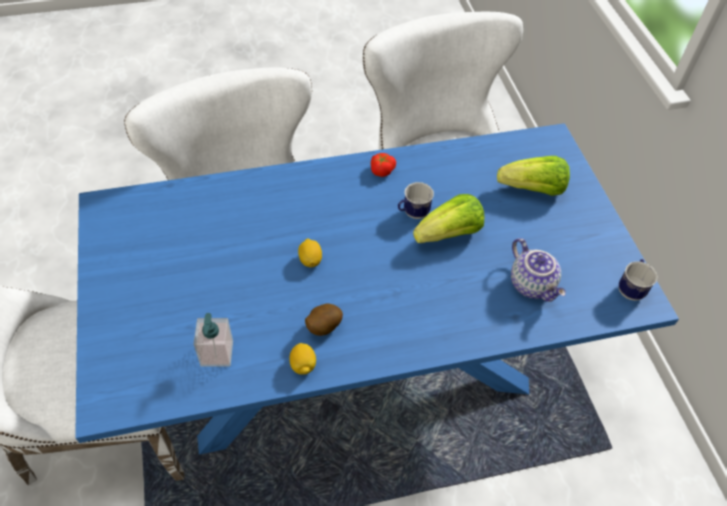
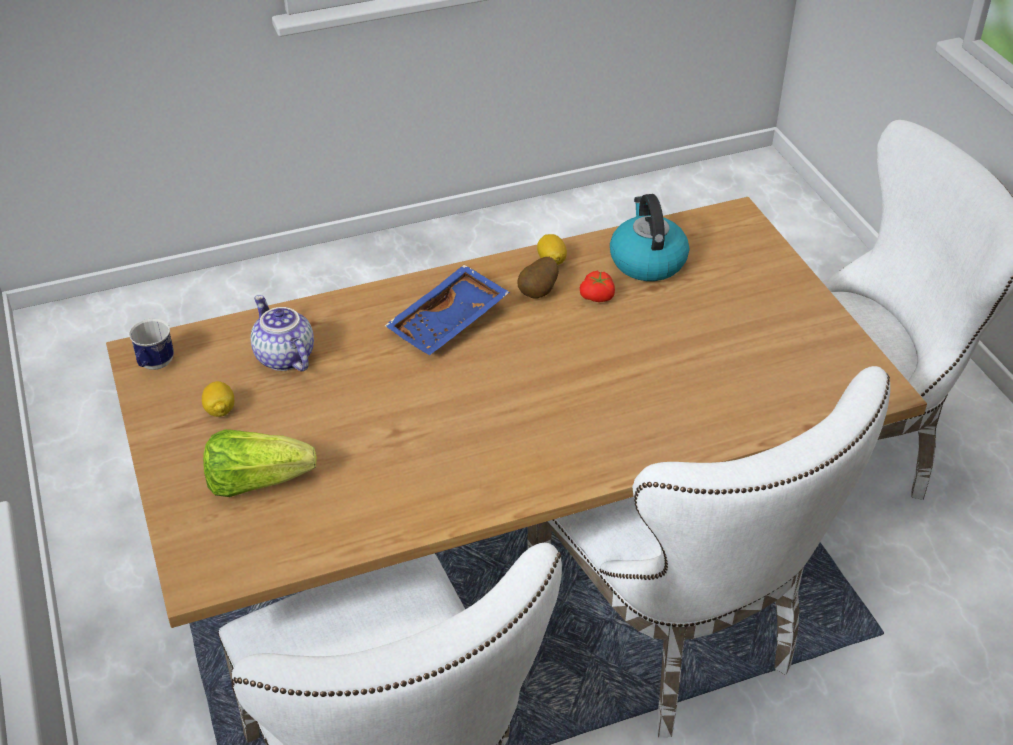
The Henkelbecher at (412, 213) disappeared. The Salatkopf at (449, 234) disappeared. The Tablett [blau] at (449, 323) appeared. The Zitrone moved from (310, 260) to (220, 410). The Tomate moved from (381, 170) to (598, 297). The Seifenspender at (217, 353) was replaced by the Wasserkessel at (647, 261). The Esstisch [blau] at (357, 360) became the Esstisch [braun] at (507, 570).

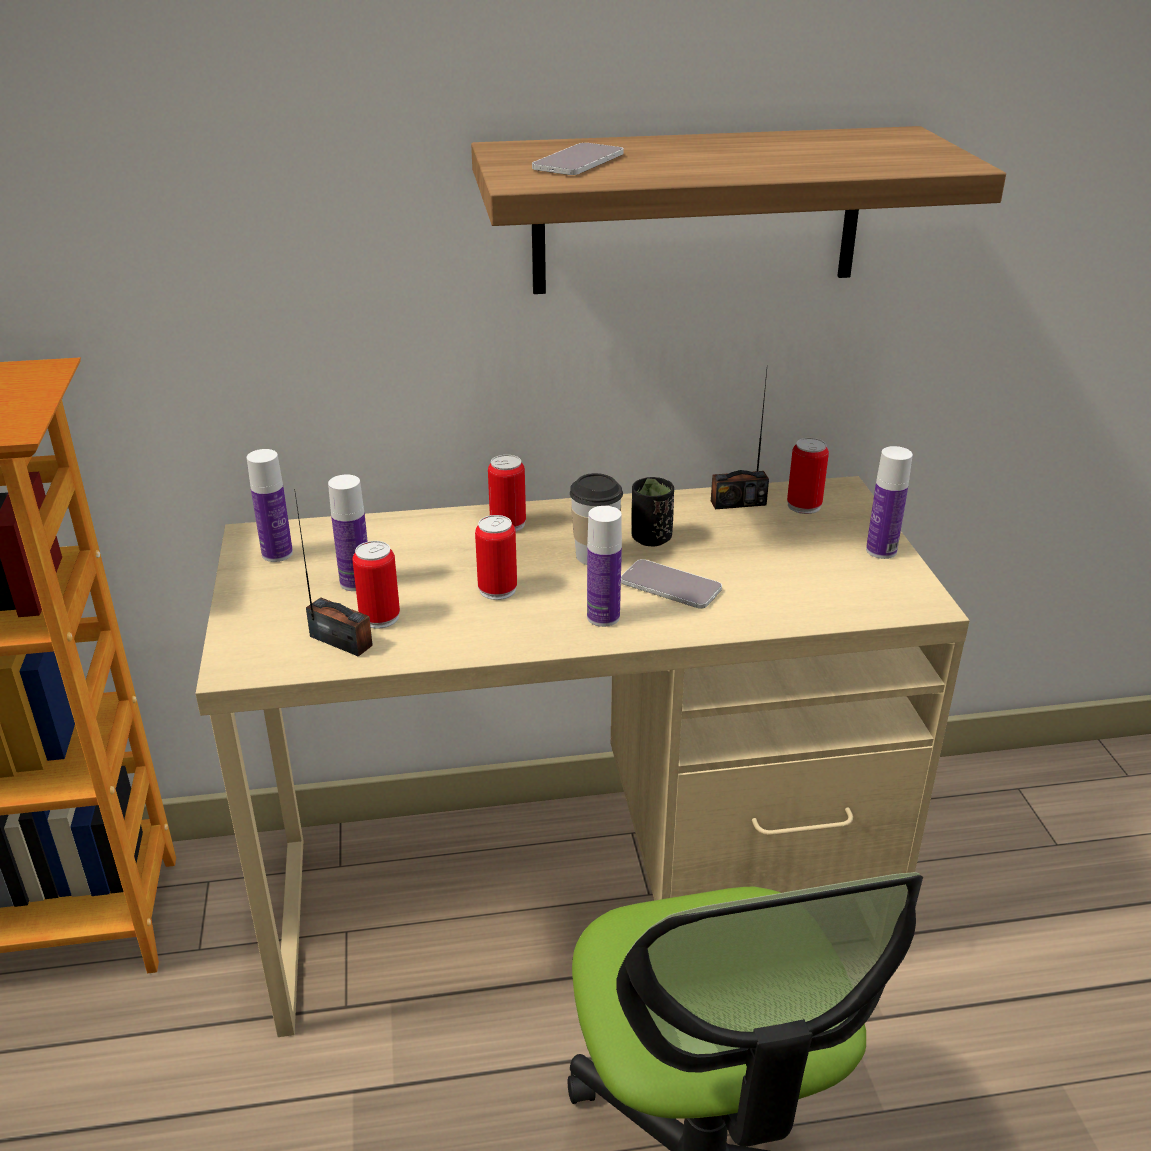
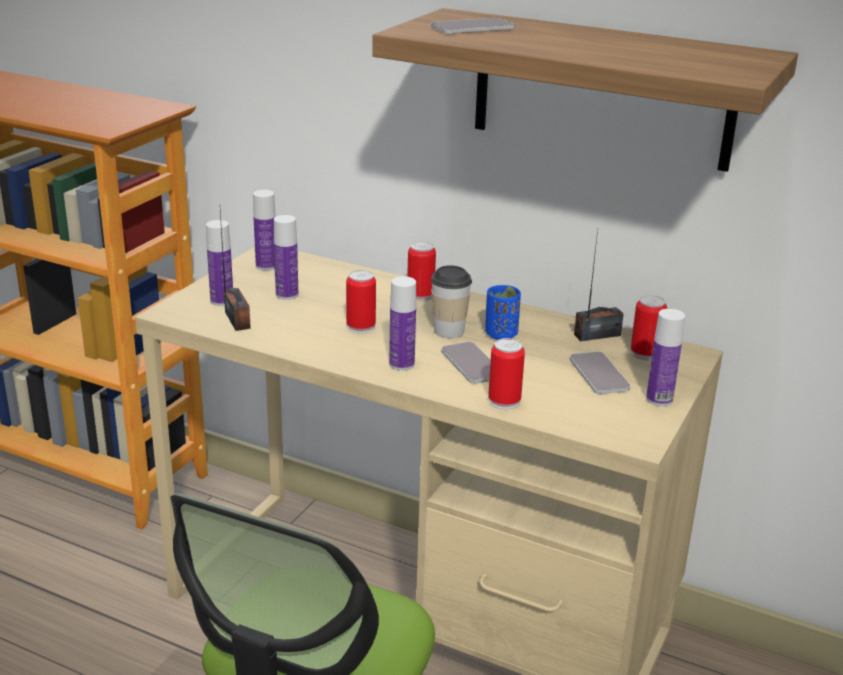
The Flasche at (222, 301) appeared. The Handy at (599, 374) appeared. The Dose moved from (380, 617) to (504, 401). The Tasse [schwarz] at (651, 538) became the Tasse [blau] at (501, 334). The Radio at (738, 502) turned 135 degrees clockwise.

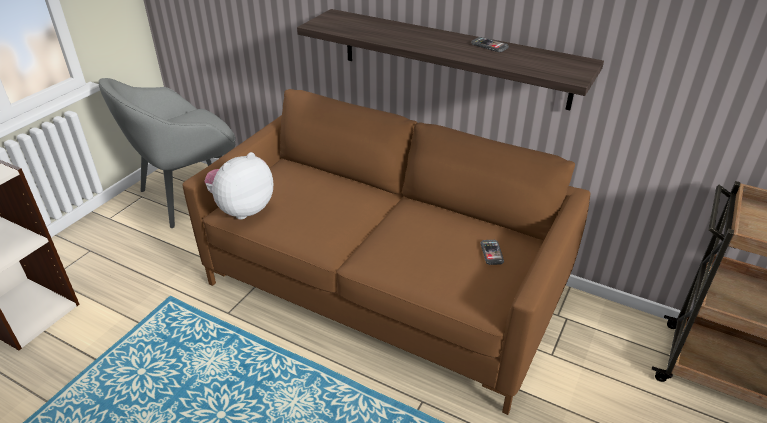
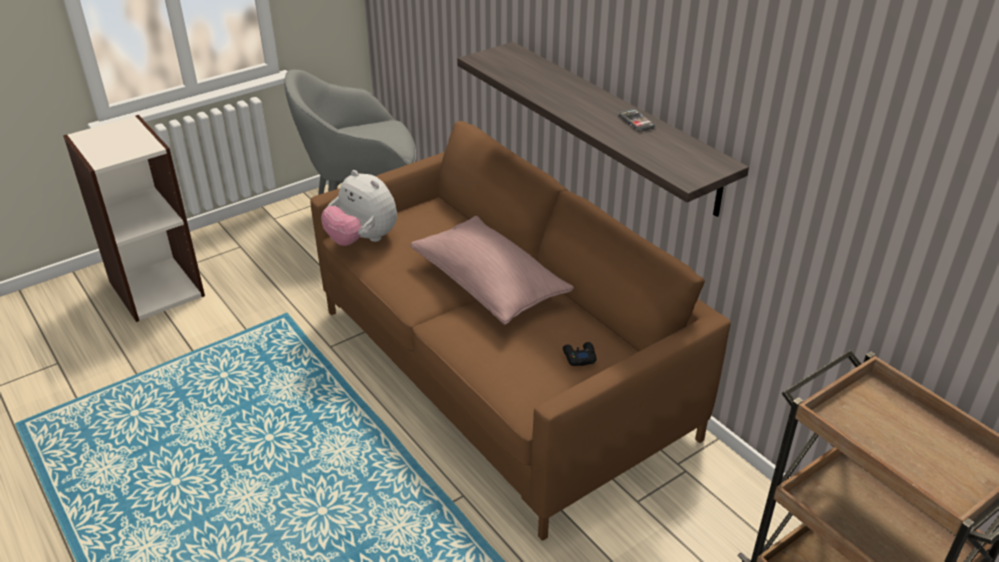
The Kissen [rosa] at (489, 285) appeared. The Handy at (491, 253) was replaced by the Gamepad [schwarz] at (579, 357). The Plüschtier at (242, 209) turned 120 degrees counterclockwise.

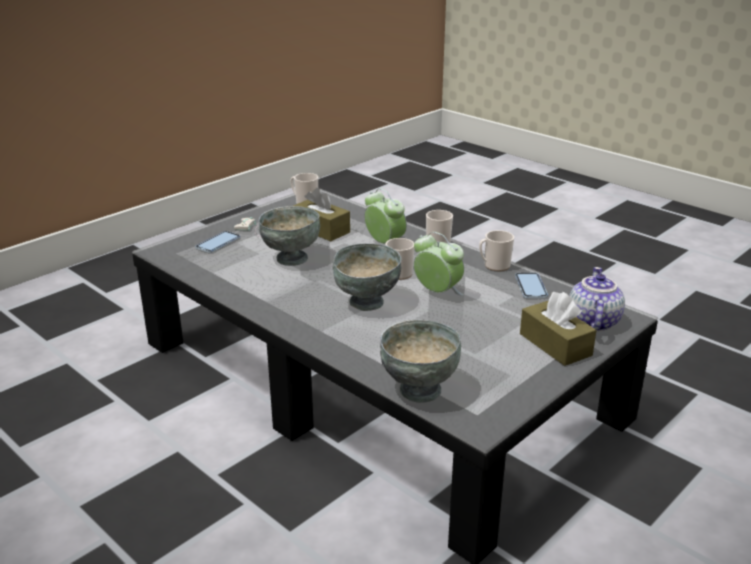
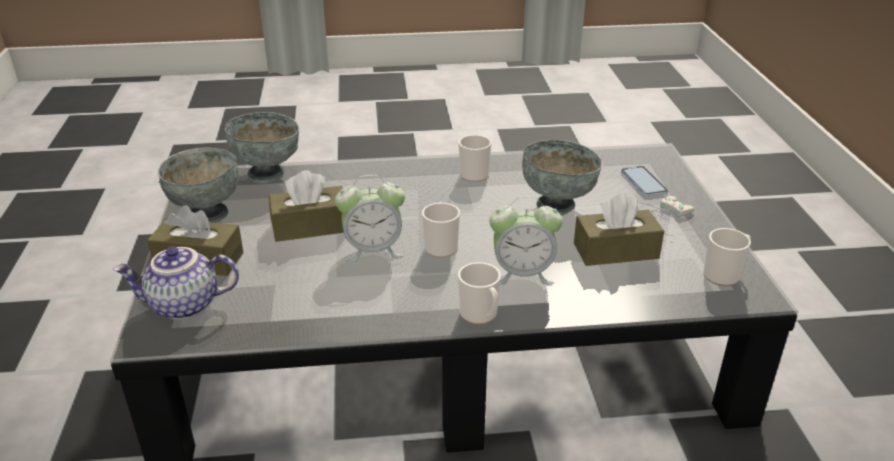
The Handy at (530, 286) disappeared. The Taschentuchbox [braun] at (310, 226) appeared. The Schüssel [grau] moved from (367, 303) to (206, 214). The Henkelbecher moved from (494, 266) to (475, 173). The Teekanne at (591, 321) turned 120 degrees clockwise.

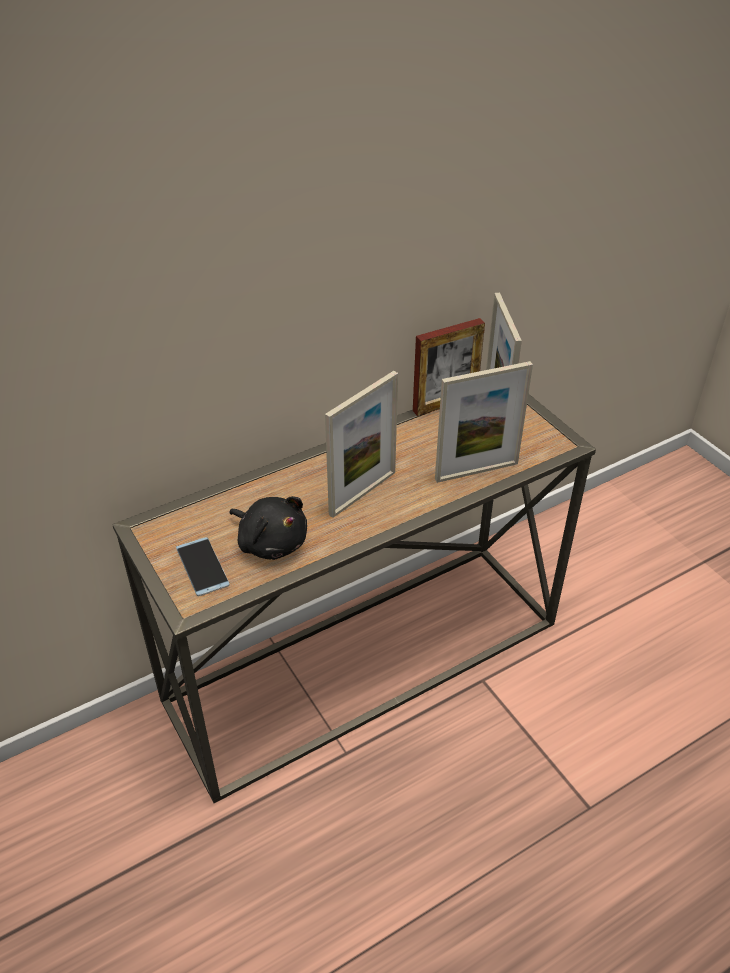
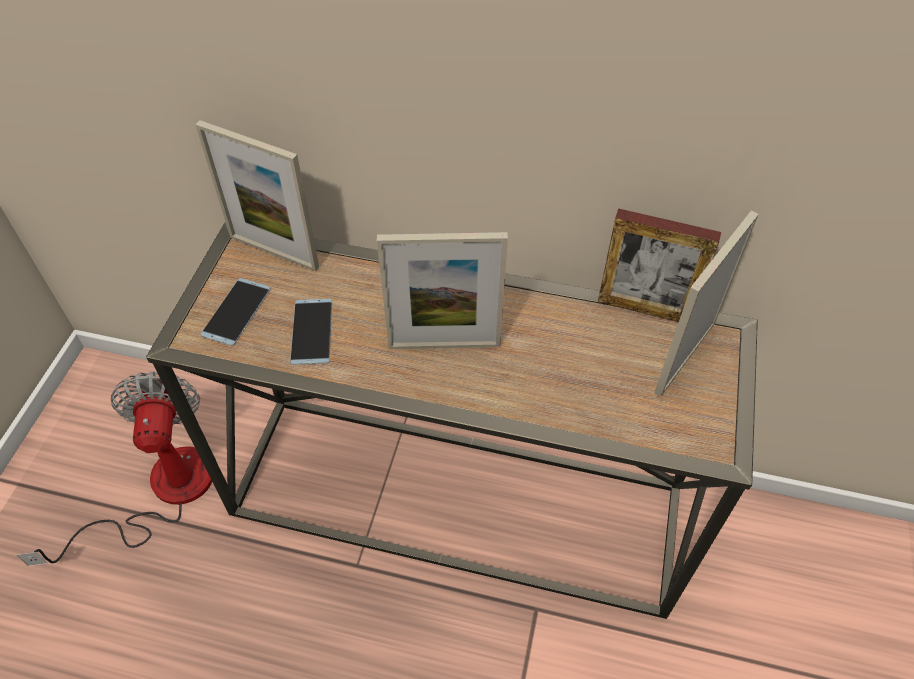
The Ventilator at (162, 492) appeared. The Bilderrahmen moved from (476, 471) to (274, 252). The Plüschtier [schwarz] at (271, 542) was replaced by the Handy at (312, 331).

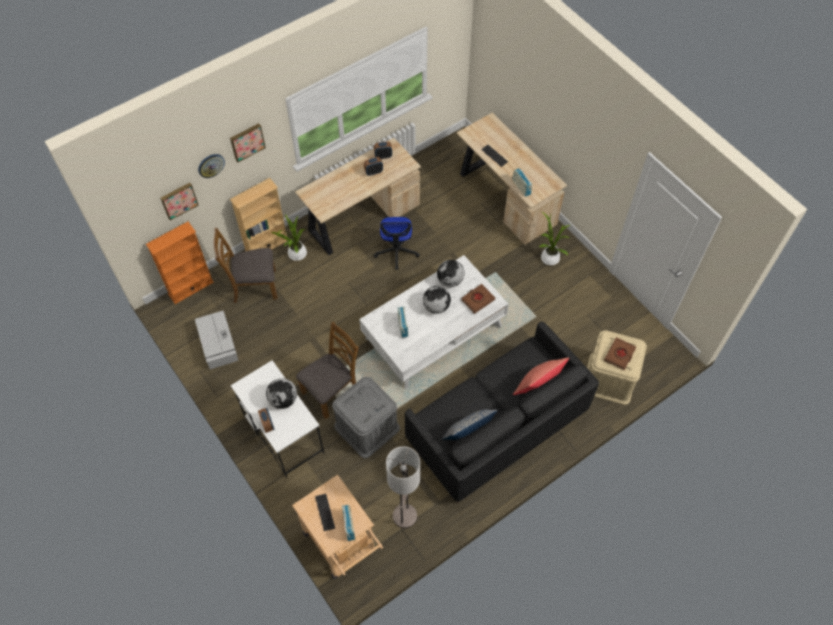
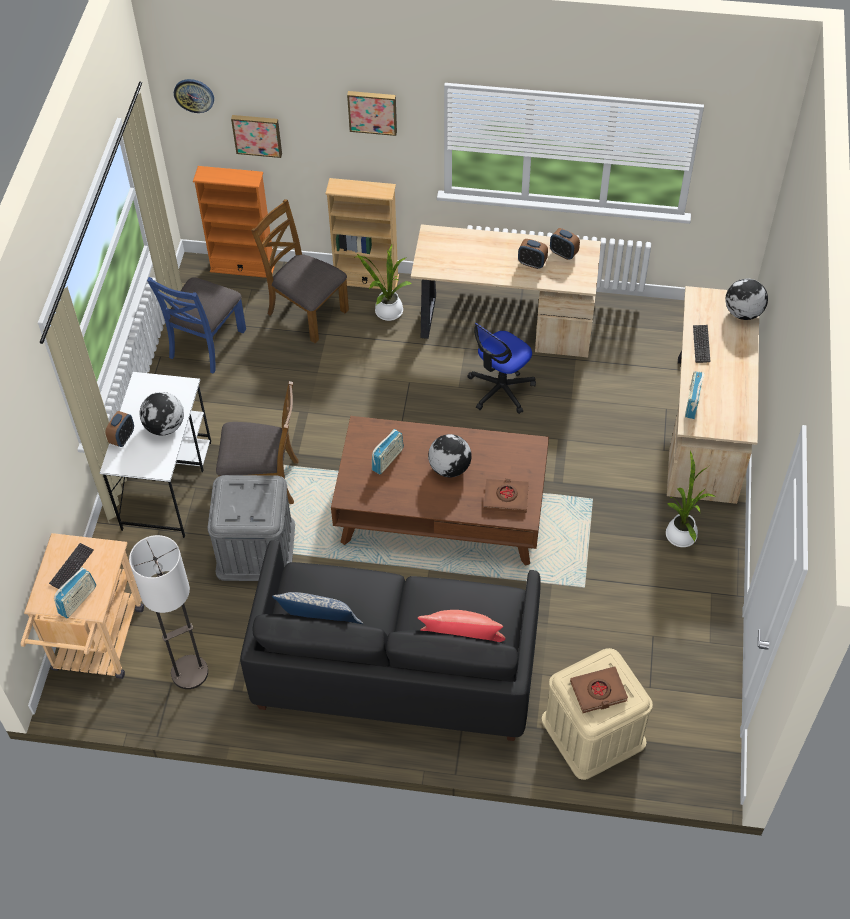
The Wanduhr moved from (211, 165) to (194, 95). The Globus moved from (450, 280) to (742, 312). The Aufbewahrungsbox [grau] at (218, 344) was replaced by the Stuhl [blau] at (206, 343). The Couchtisch [weiß] at (433, 332) became the Couchtisch [braun] at (441, 508).

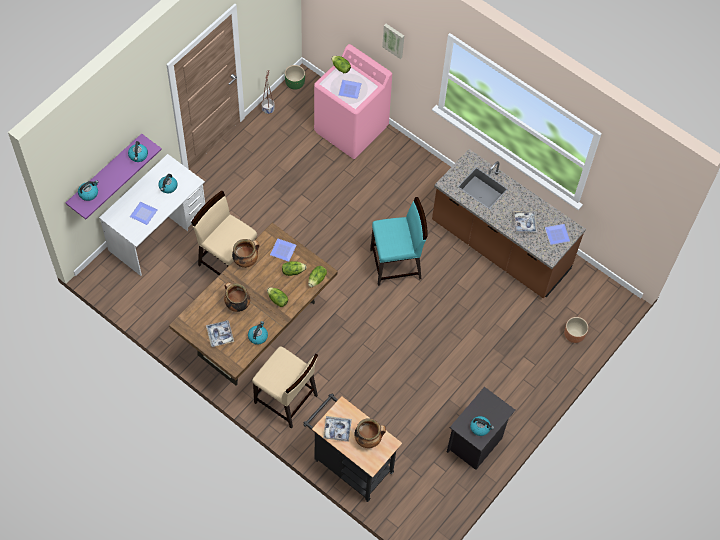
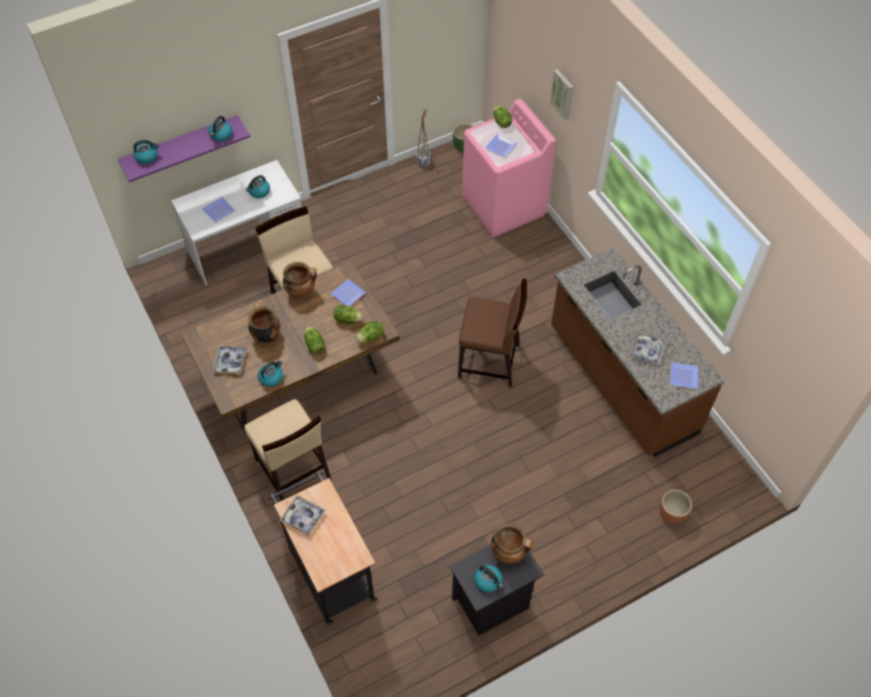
The Kochtopf moved from (368, 439) to (509, 553). The Stuhl [türkis] at (396, 264) became the Stuhl [braun] at (489, 362).

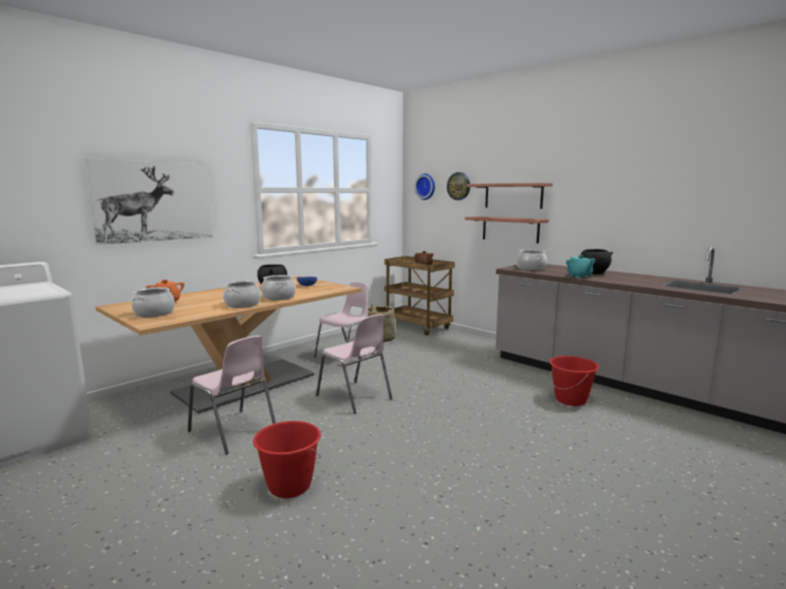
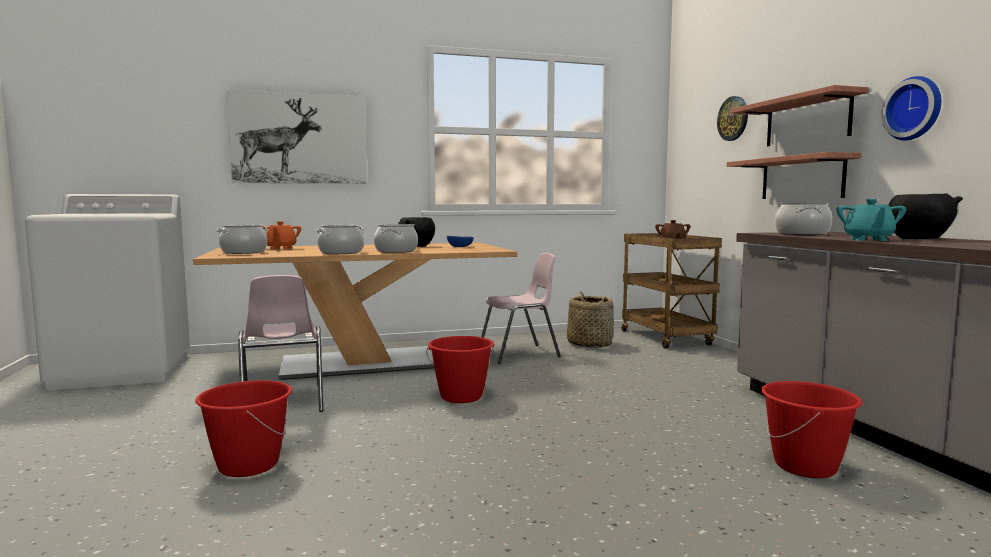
The Wanduhr moved from (426, 186) to (915, 109). The Stuhl [rosa] at (354, 397) was replaced by the Eimer [rot] at (461, 397).

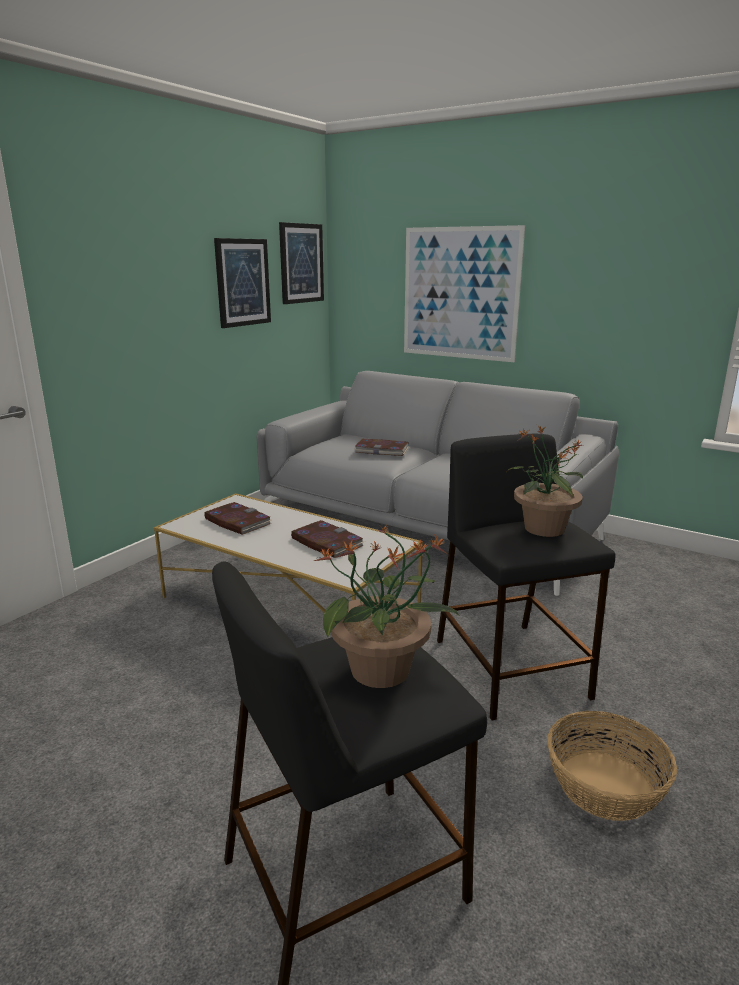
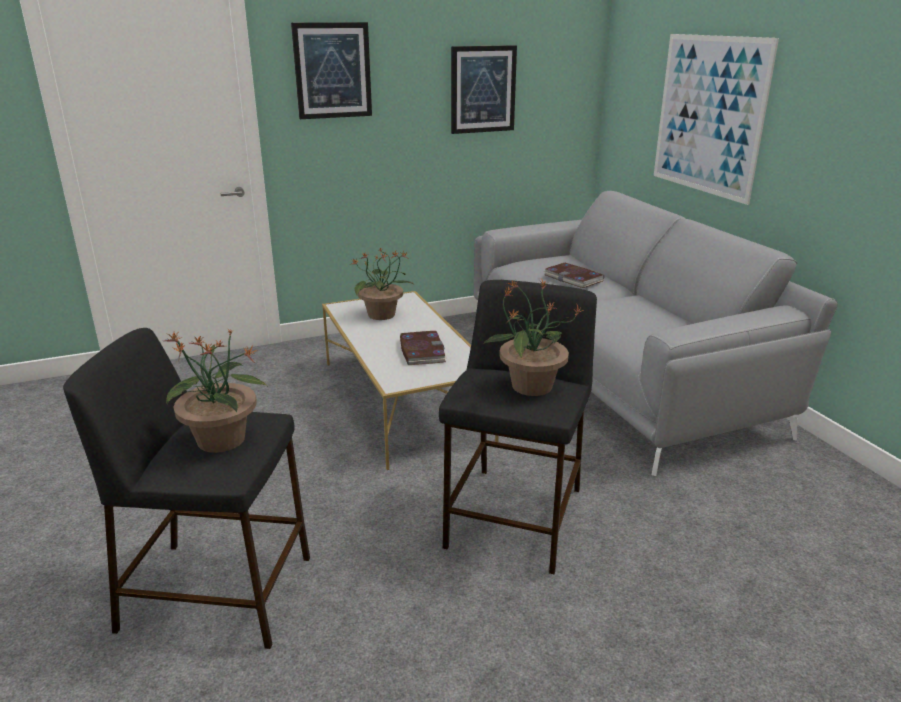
The Korb at (604, 785) disappeared. The Bild moved from (301, 263) to (332, 71). The Buch at (237, 521) was replaced by the Topfpflanze at (382, 315).

